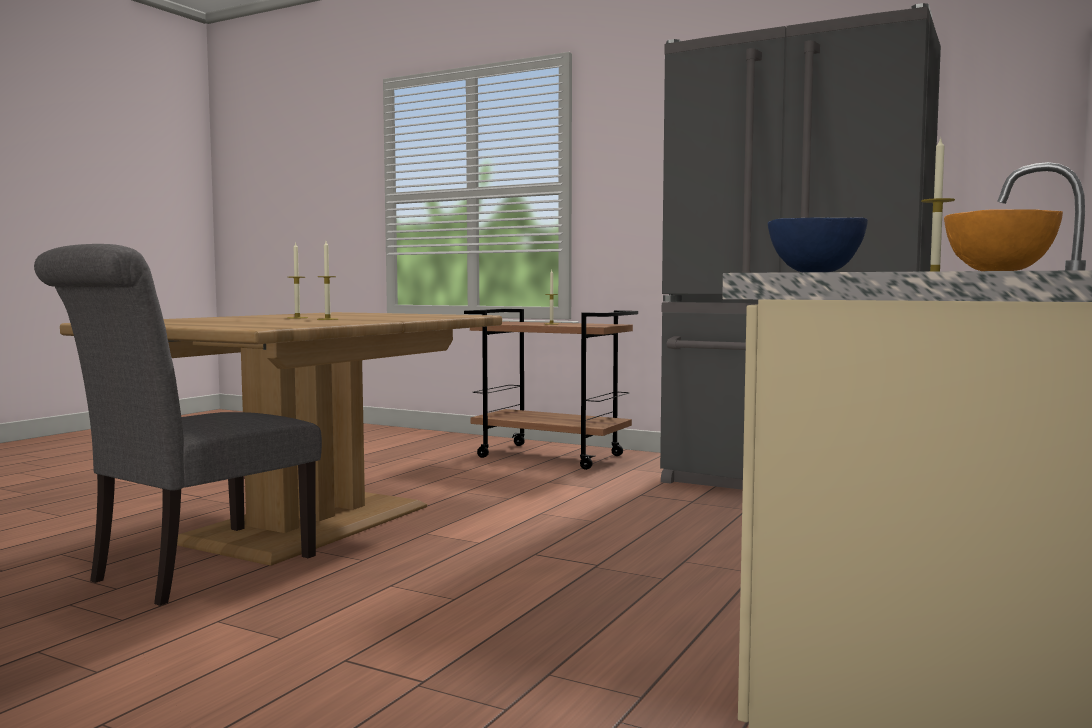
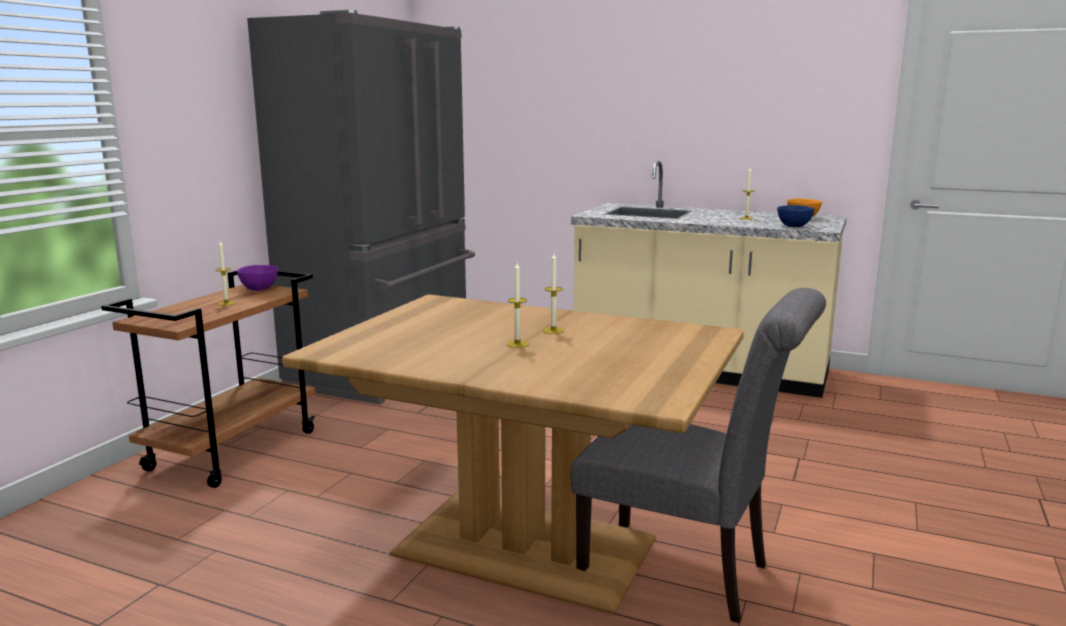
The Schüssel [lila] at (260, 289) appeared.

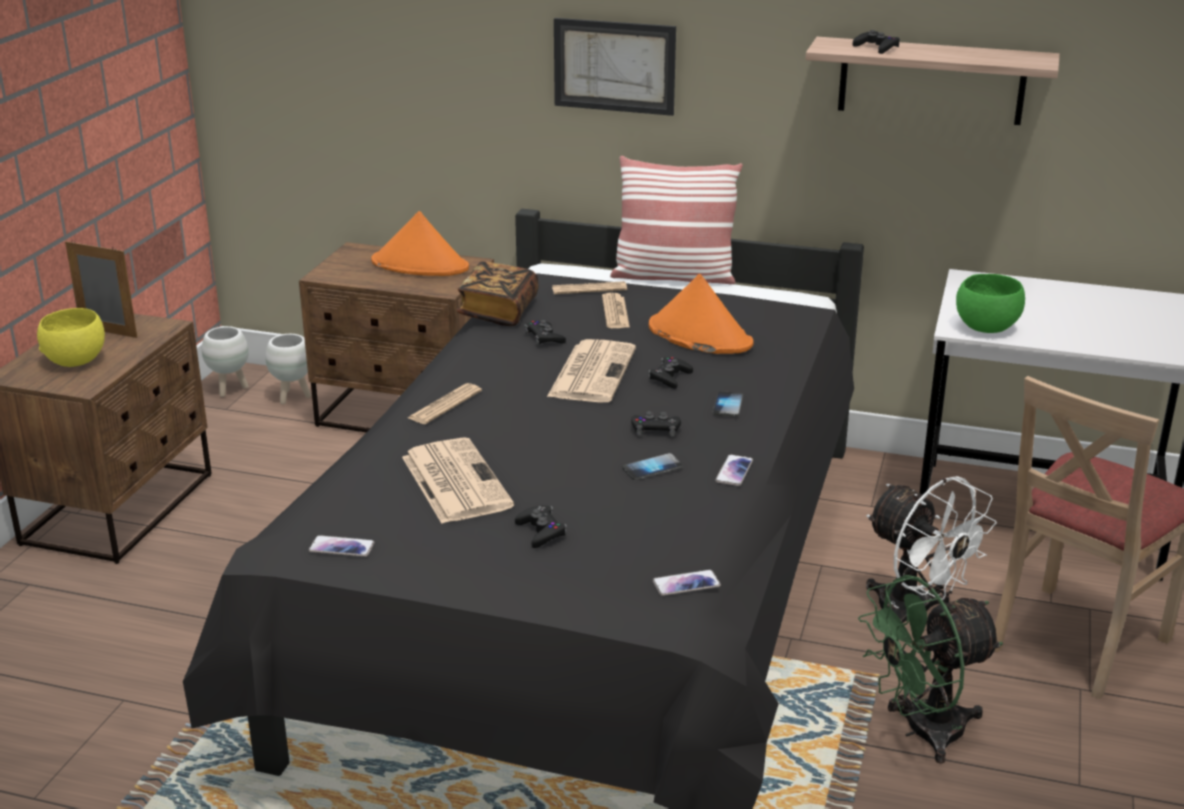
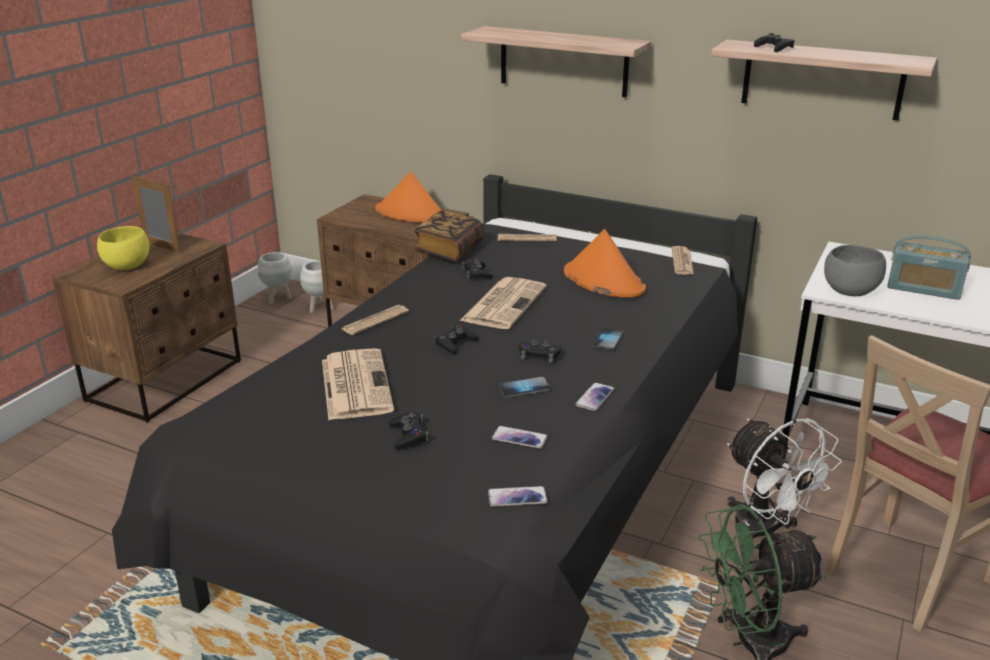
The Kissen at (673, 276) disappeared. The Radio at (923, 289) appeared. The Handy moved from (341, 547) to (519, 438). The Zeitung moved from (615, 312) to (682, 261). The Gamepad [schwarz] moved from (670, 377) to (455, 343). The Bild at (614, 66) was replaced by the Wandregal at (563, 61). The Schüssel [grün] at (986, 328) became the Schüssel [grau] at (850, 292).

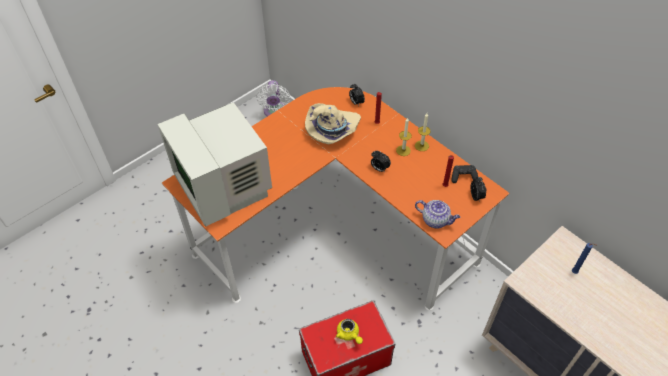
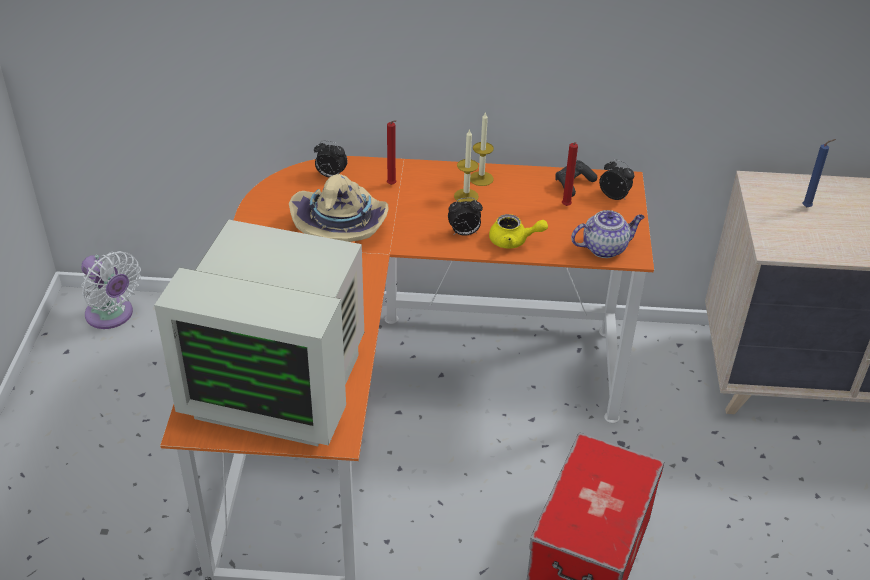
The Teekanne [gelb] moved from (349, 334) to (513, 241).

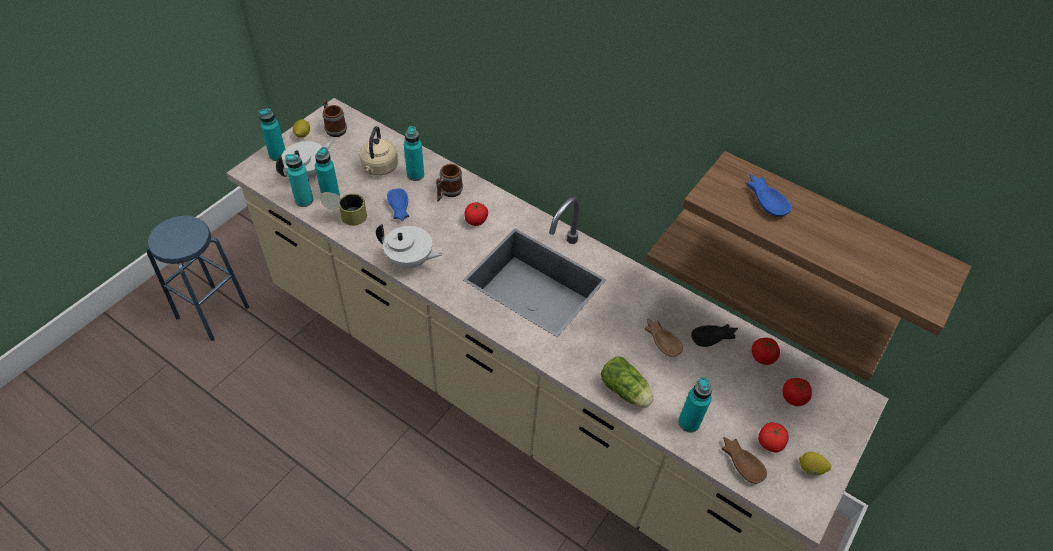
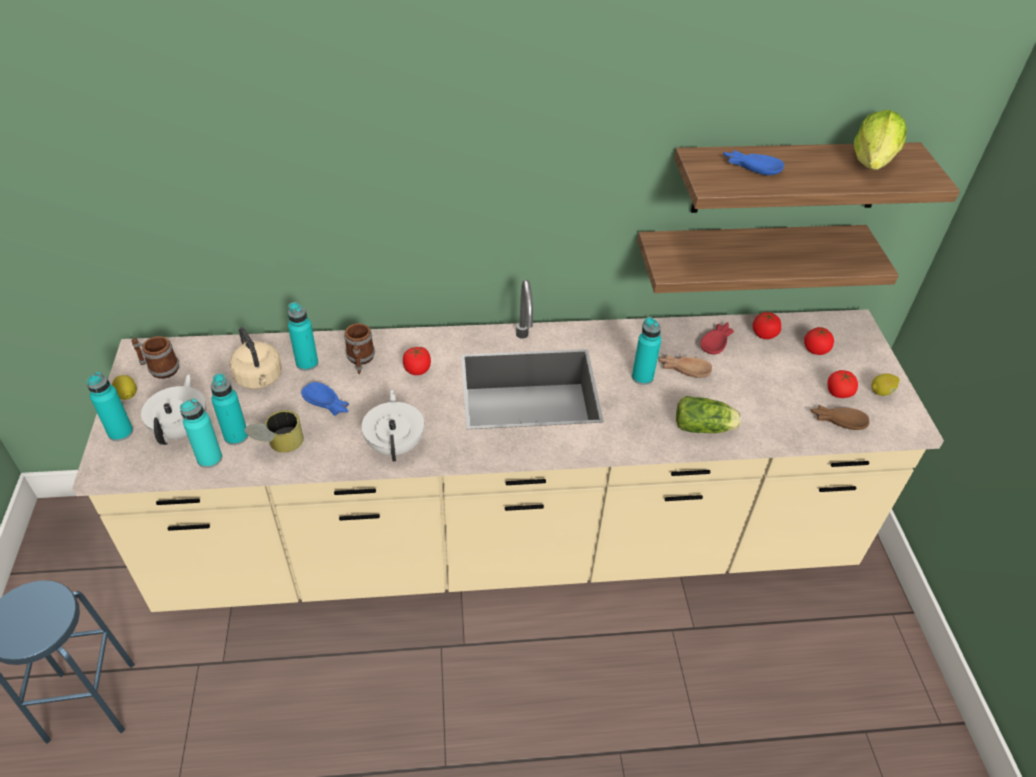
The Salatkopf at (872, 163) appeared. The Flasche [türkis] moved from (689, 423) to (642, 377). The Schüssel [schwarz] at (714, 338) became the Schüssel [rot] at (717, 342). The Teekanne [weiß] at (410, 261) turned 75 degrees counterclockwise.

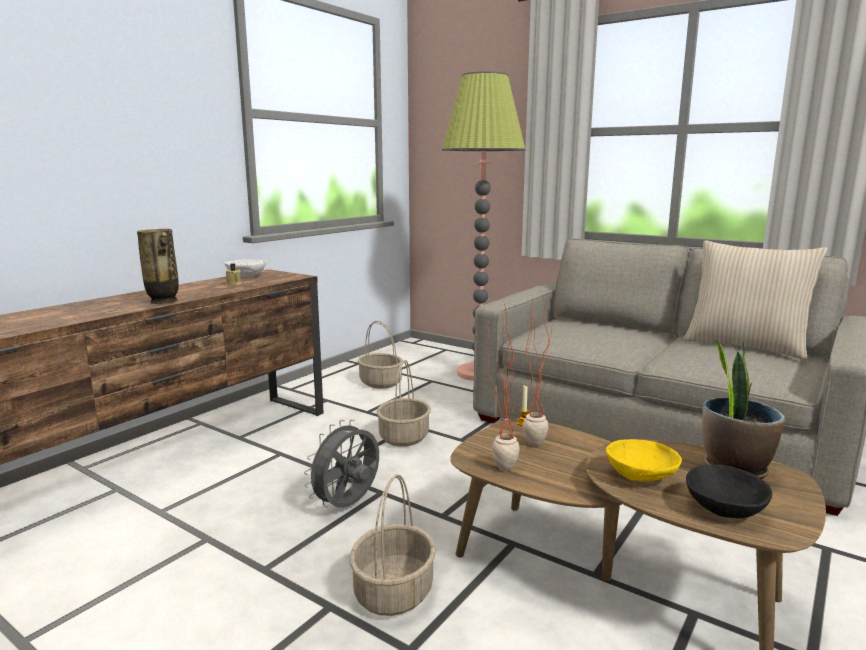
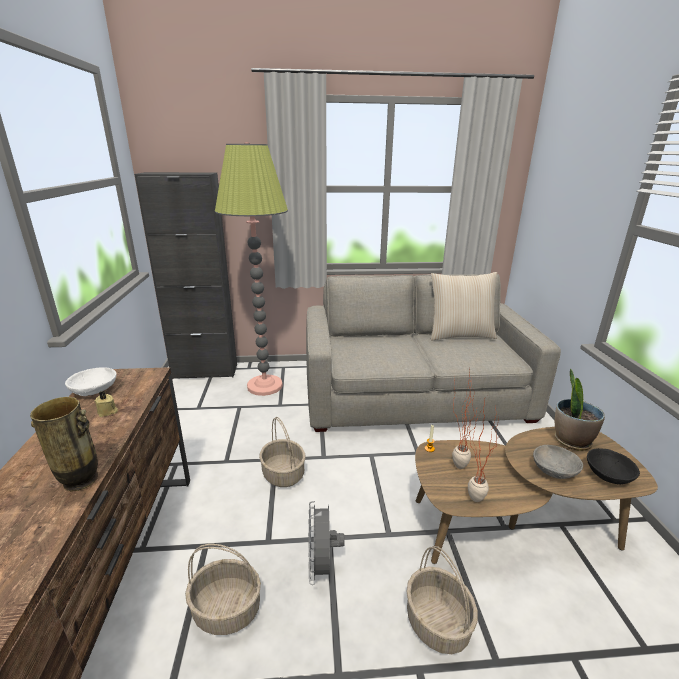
The Schrank [schwarz] at (205, 371) appeared. The Korb moved from (381, 383) to (227, 609). The Schüssel [gelb] at (642, 477) became the Schüssel [grau] at (554, 471).

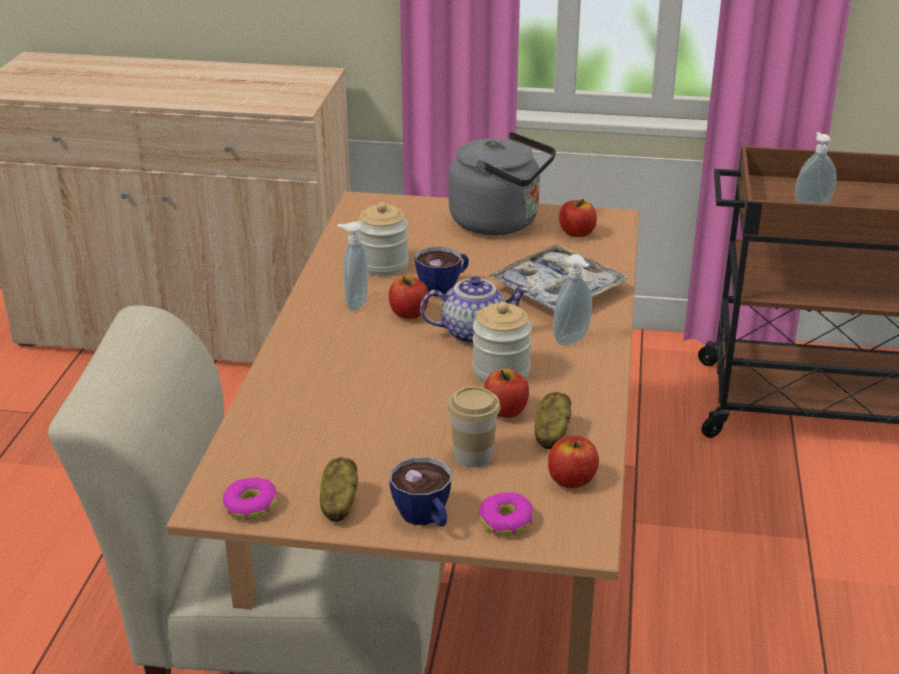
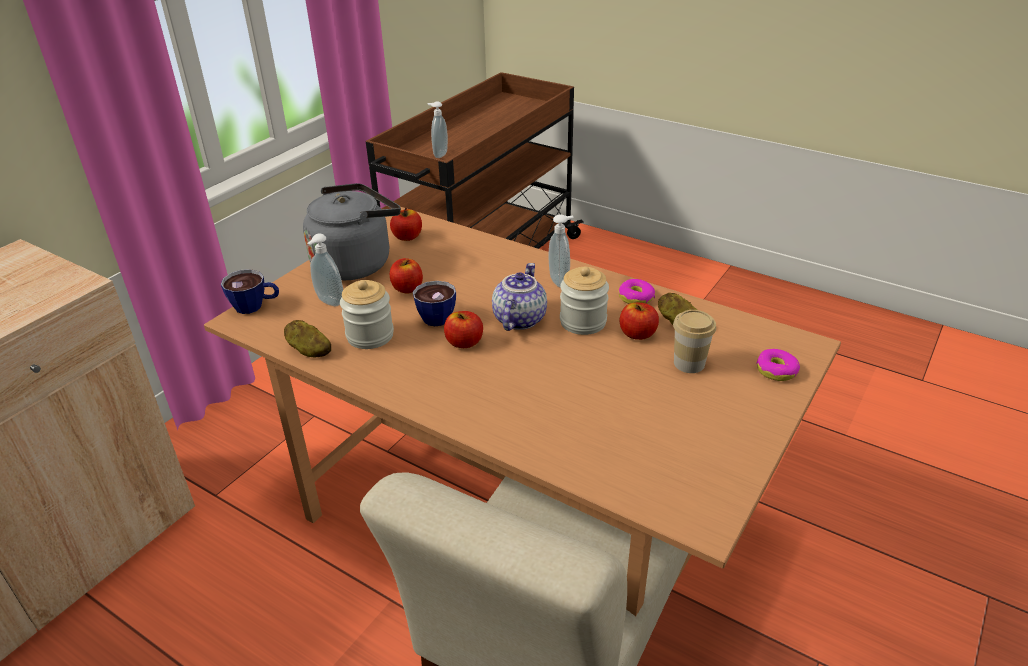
The Tablett at (557, 290) disappeared. The Donut moved from (250, 506) to (636, 297). The Kartoffel moved from (338, 504) to (309, 351). The Seifenspender moved from (354, 303) to (329, 302). The Tasse moved from (425, 519) to (255, 306). The Apfel moved from (571, 480) to (407, 288).

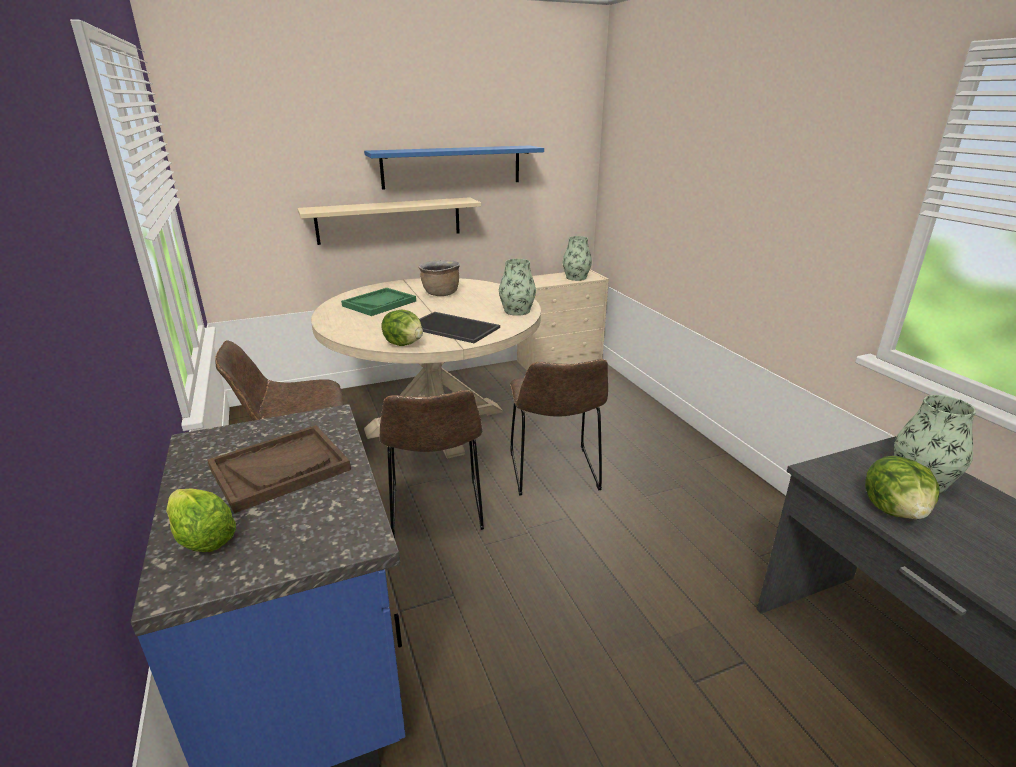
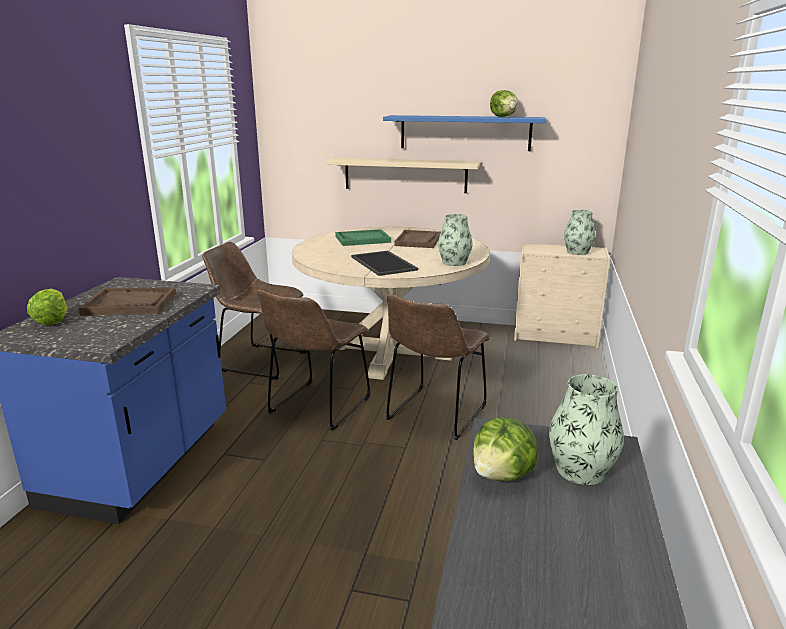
The Salatkopf moved from (404, 343) to (504, 117). The Kochtopf [braun] at (440, 294) was replaced by the Tablett [braun] at (418, 241).

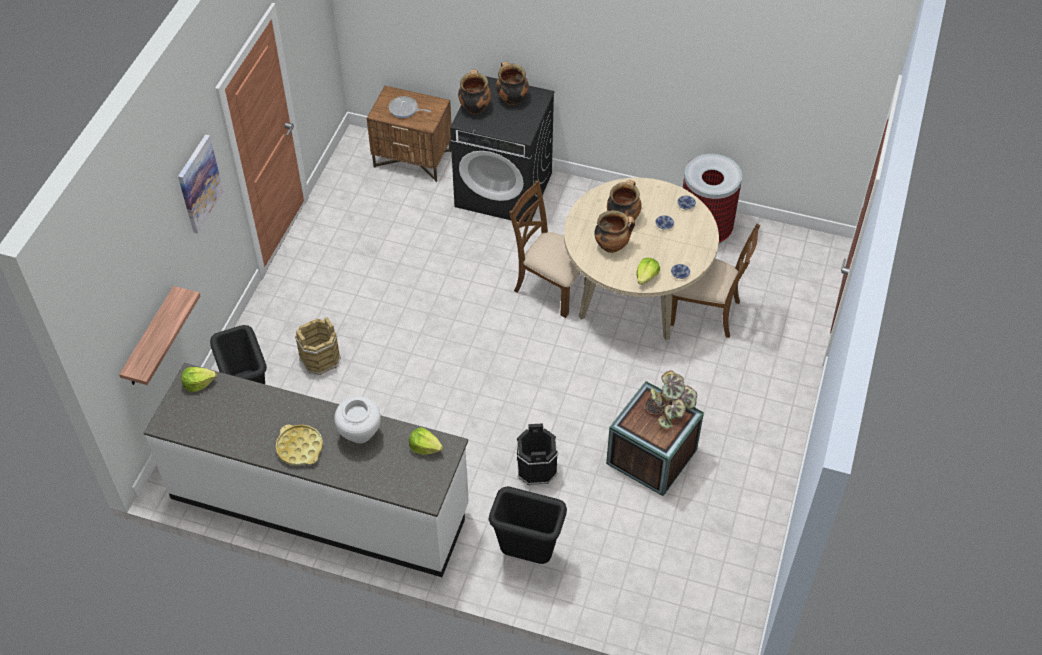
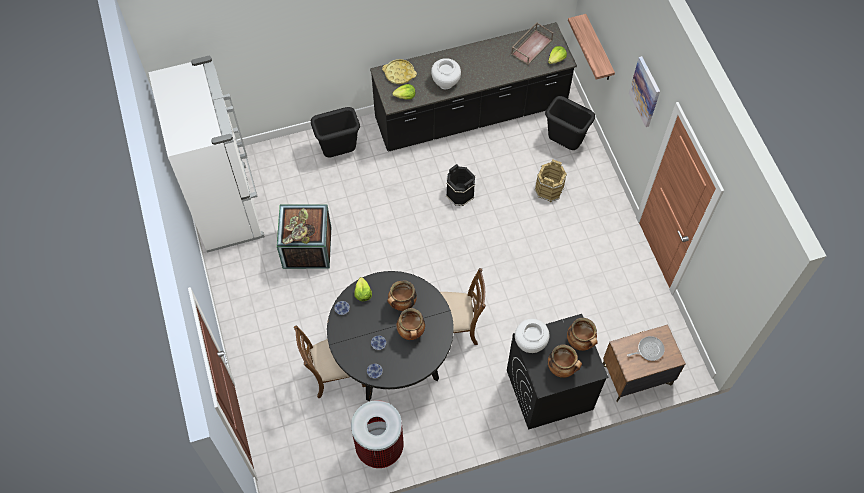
The Kühlschrank [weiß] at (228, 207) appeared. The Tablett [braun] at (531, 46) appeared. The Vase [weiß] at (530, 344) appeared. The Tablett [gelb] moved from (300, 448) to (399, 73). The Eimer [schwarz] moved from (537, 468) to (460, 194). The Küchenzeile [weiß] at (320, 502) became the Küchenzeile [schwarz] at (470, 114). The Esstisch [beige] at (635, 295) became the Esstisch [schwarz] at (392, 357).

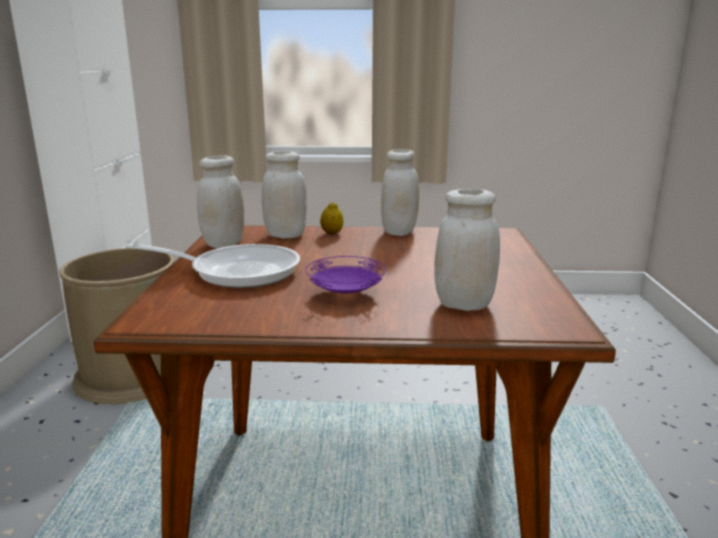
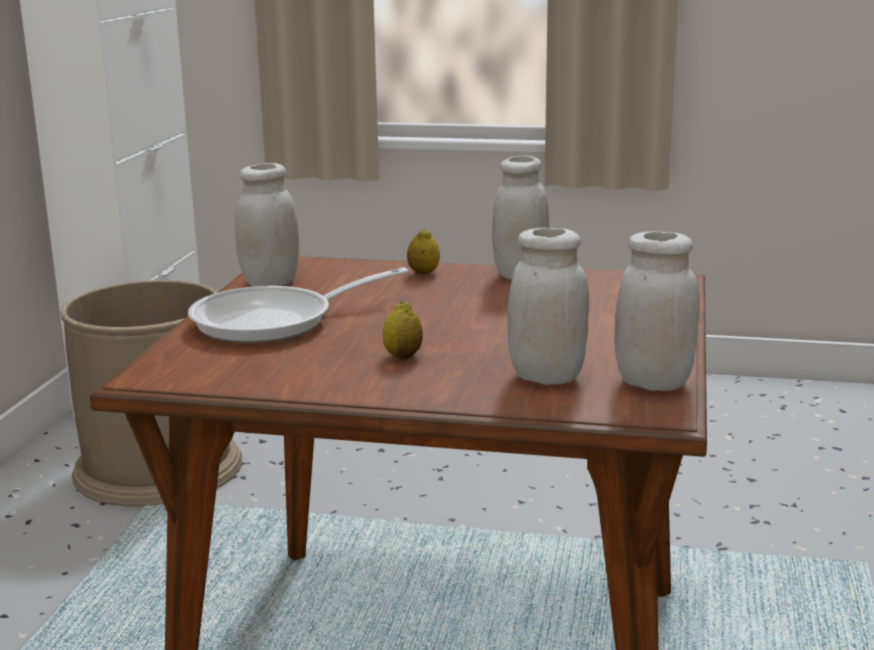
The Vorratsglas [weiß] moved from (285, 235) to (653, 383). The Teller [lila] at (346, 294) was replaced by the Zitrone at (403, 356). The Pfanne at (236, 271) turned 135 degrees clockwise.

